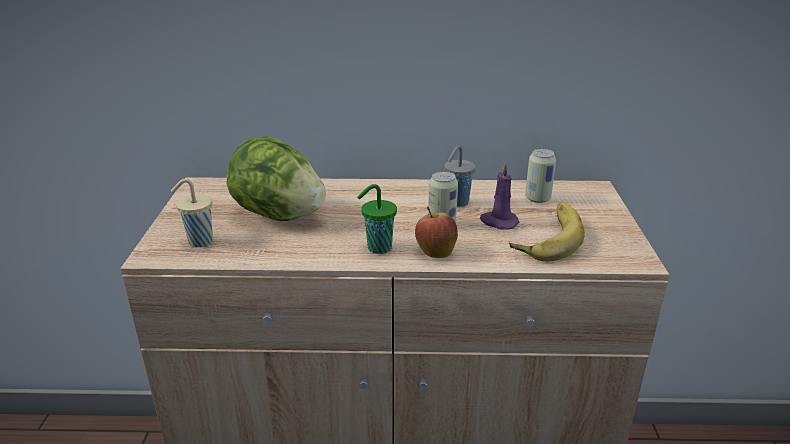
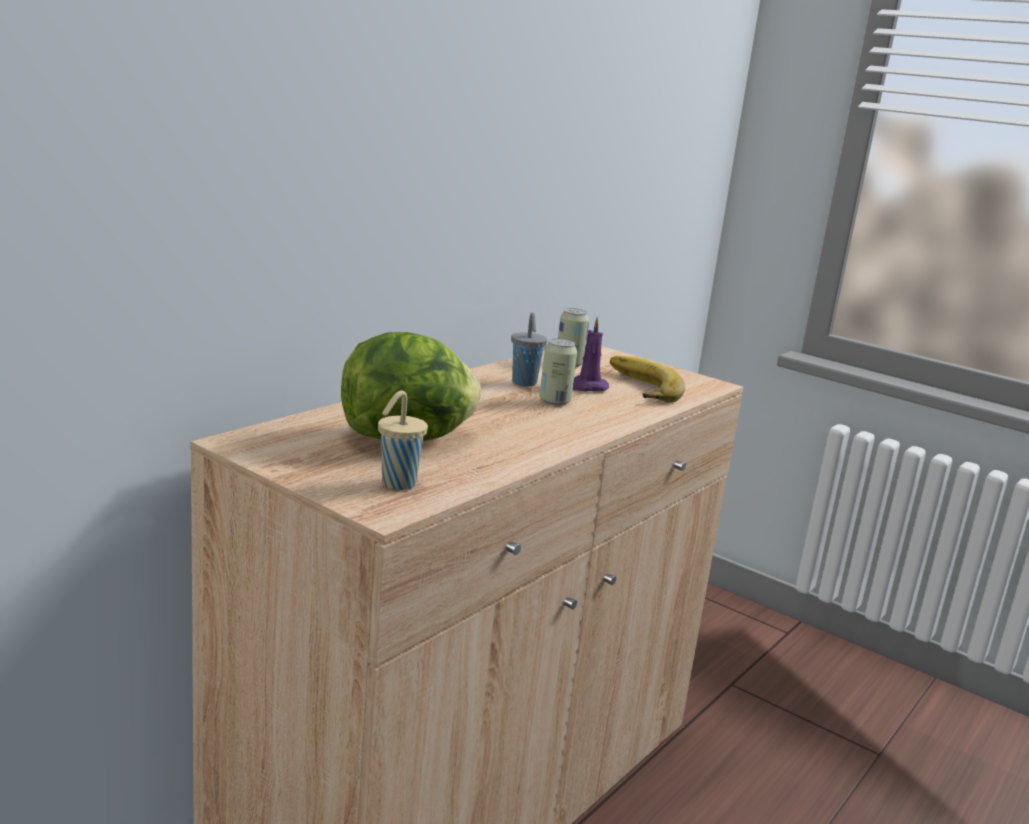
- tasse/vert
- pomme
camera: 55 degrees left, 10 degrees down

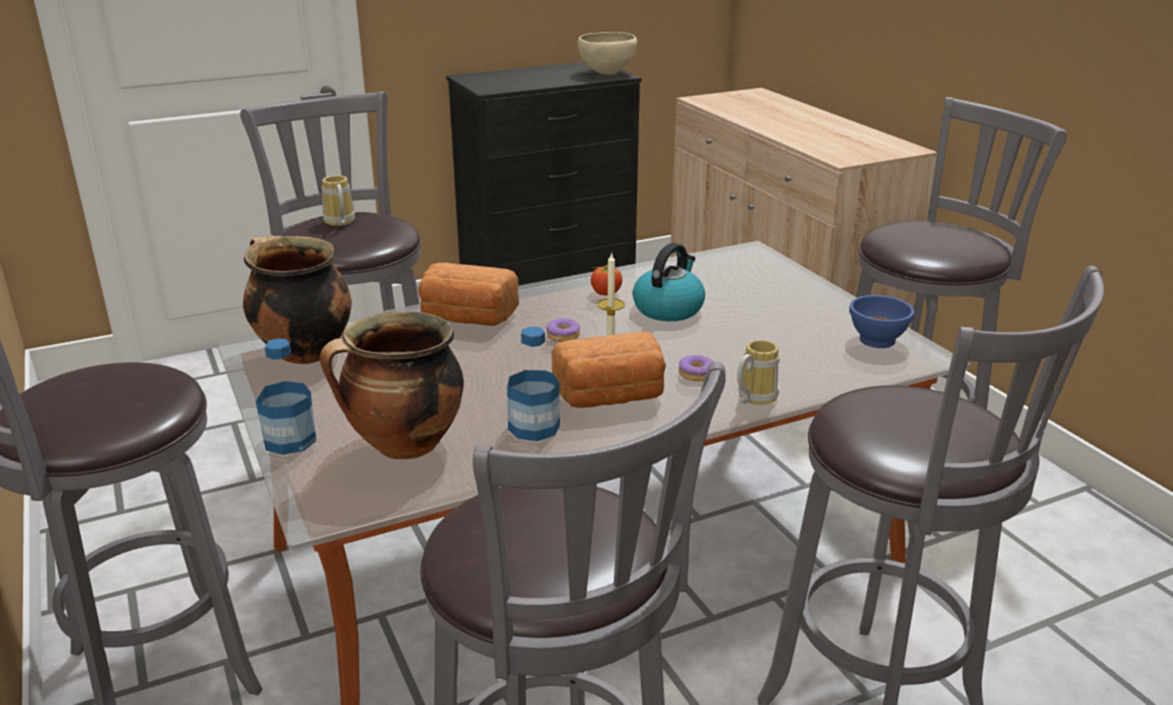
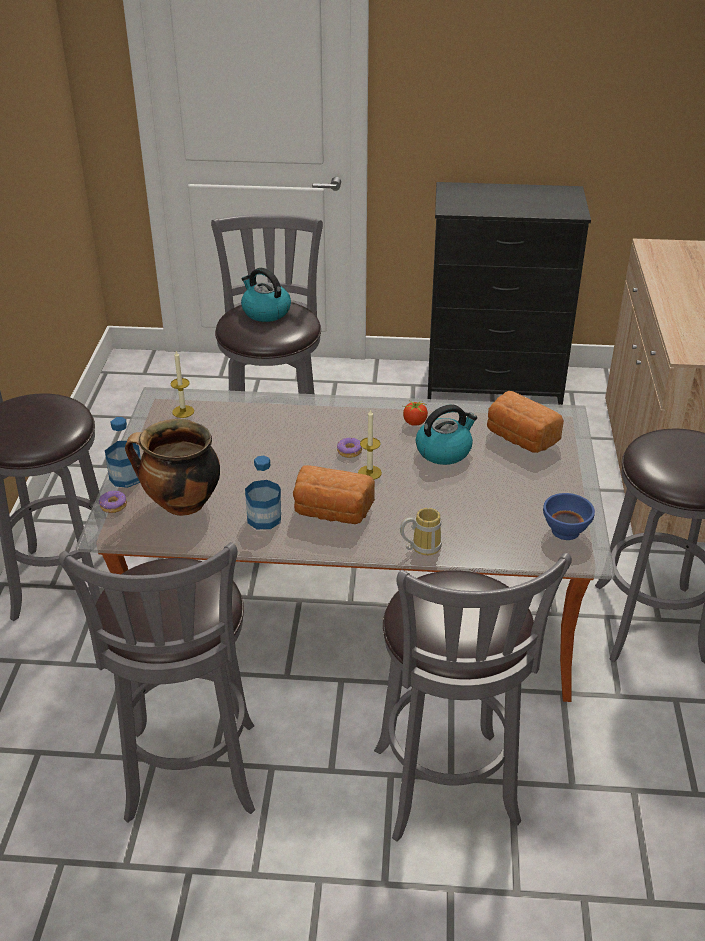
- bol/beige
~ pain (no. 1 from left in the first image) to pain (no. 2 from left)
~ beignet (no. 2 from left in the first image) to beignet (no. 1 from left)
~ marmite (no. 1 from left) to bougie (no. 1 from left)
~ mug (no. 1 from left) to bouilloire (no. 1 from left)
camera: 30 degrees right, 10 degrees up

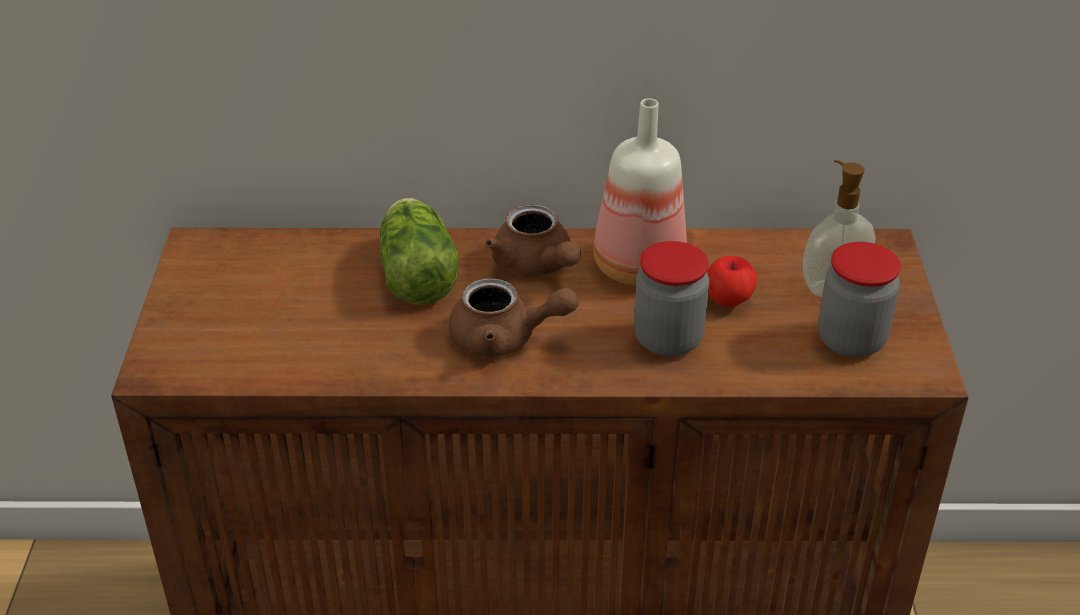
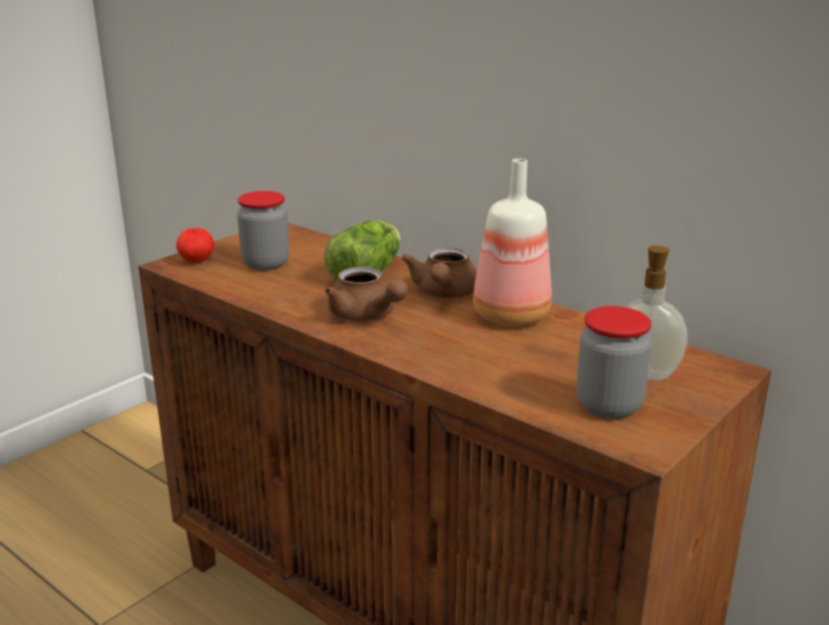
~ bocal (no. 1 from left)
~ pomme
camera: 40 degrees right, 15 degrees down

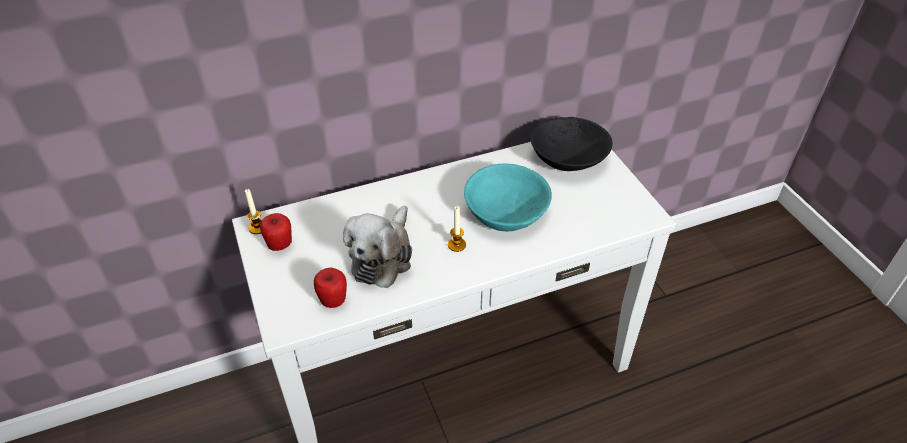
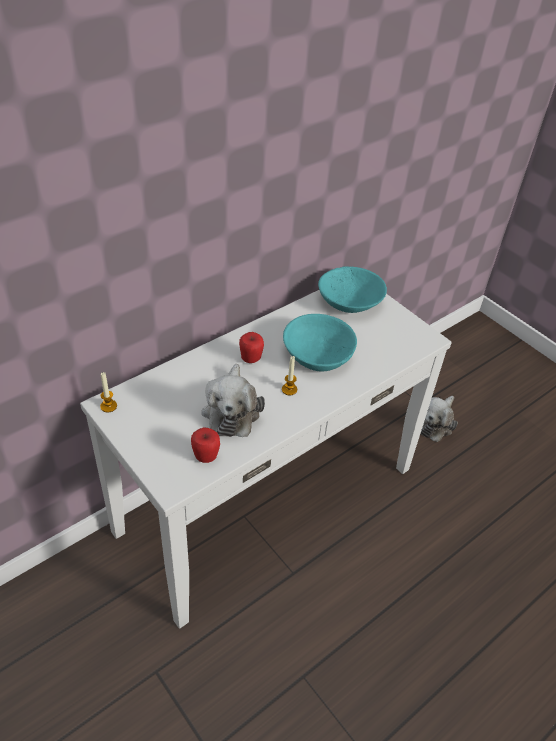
+ peluche (no. 2 from left)
~ pomme (no. 1 from left in the first image) to pomme (no. 2 from left)
~ bol/noir to bol/turquoise (no. 2 from left)
camera: 20 degrees left, 0 degrees up

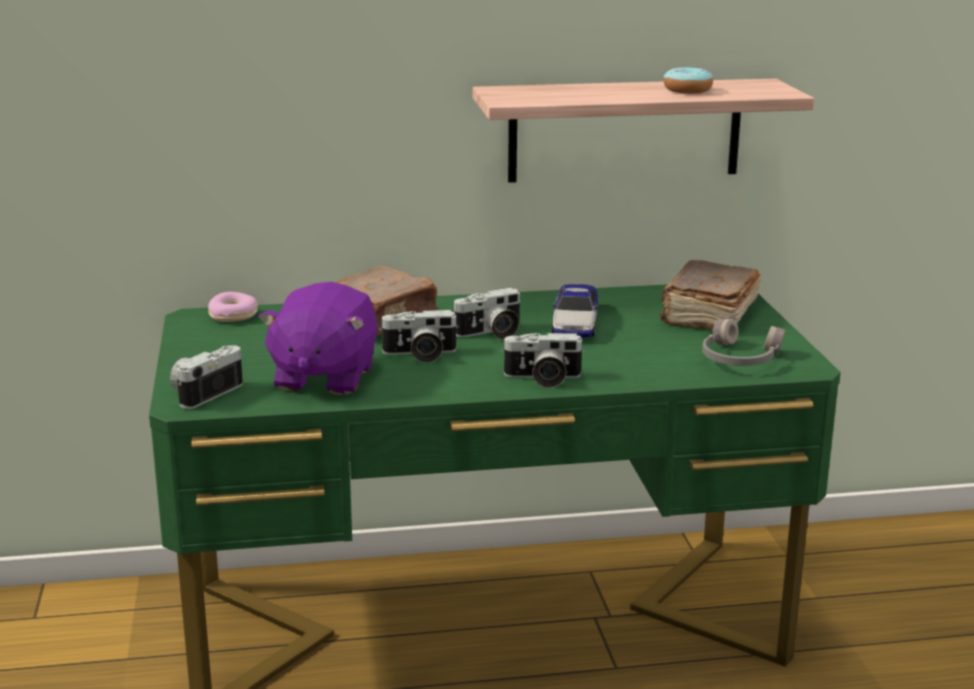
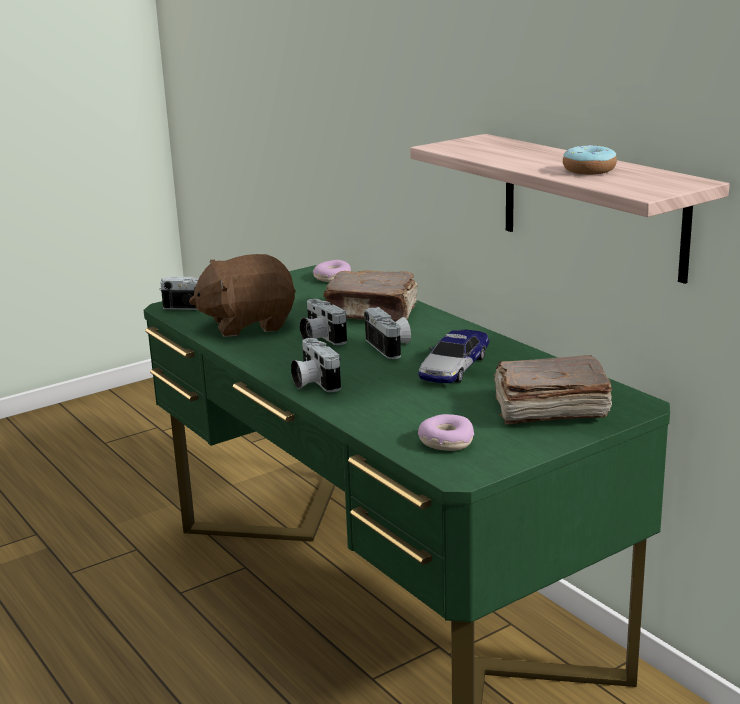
~ casque audio/gris to beignet (no. 2 from left)
~ peluche/violet to peluche/marron
~ appareil photo (no. 3 from left in the first image) 150 degrees counterclockwise
~ petite voiture 45 degrees counterclockwise
camera: 65 degrees right, 0 degrees up

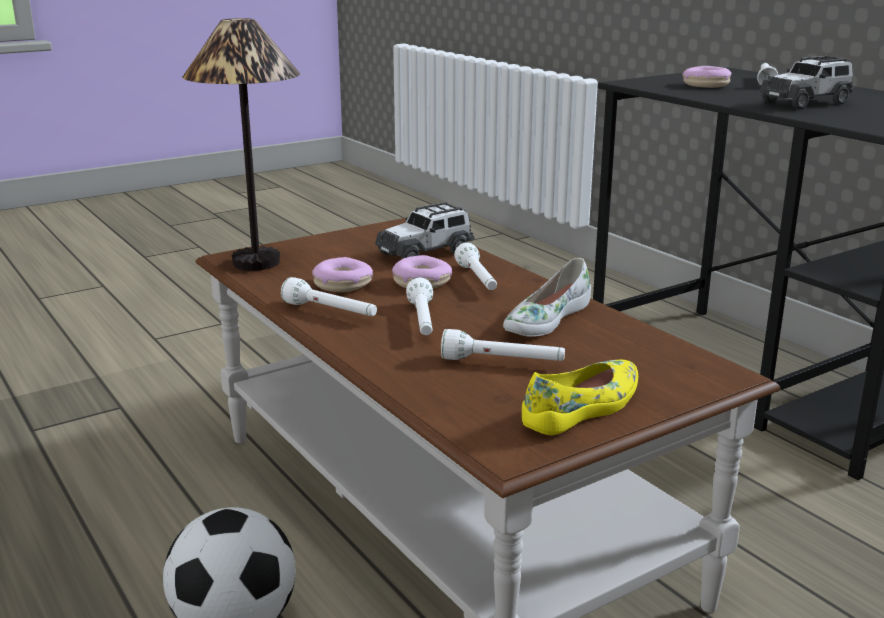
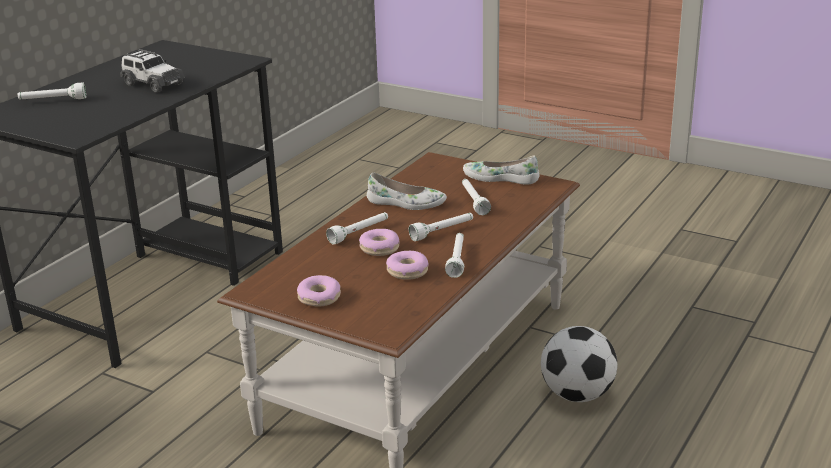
- lampe de table
- petite voiture (no. 1 from left)
~ beignet (no. 3 from left in the first image) to beignet (no. 1 from left)
~ chaussure/jaune to chaussure/blanc (no. 2 from left)
camera: 115 degrees left, 5 degrees up

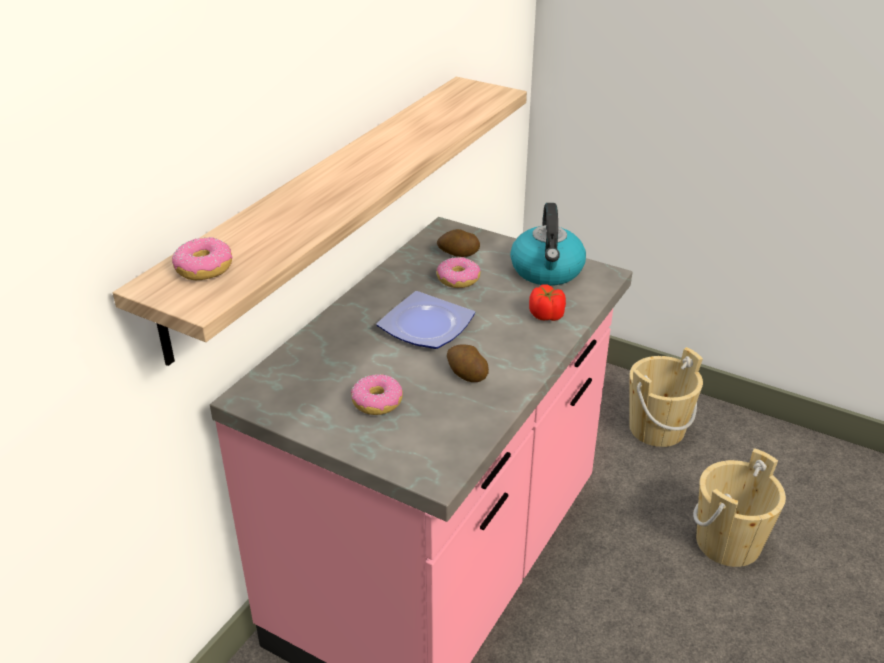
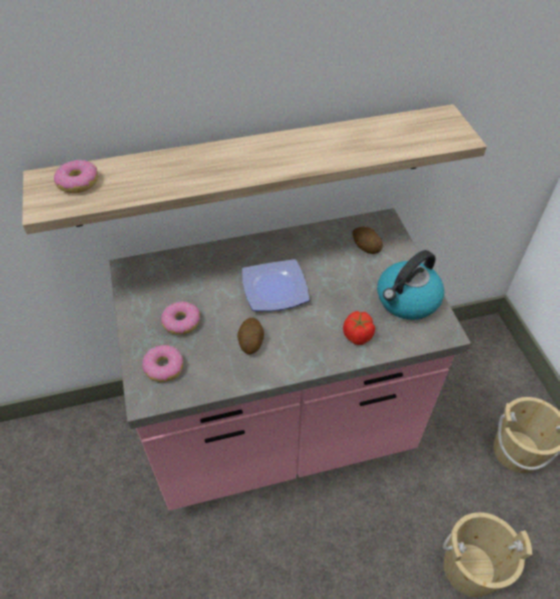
~ beignet (no. 3 from left in the first image) to beignet (no. 2 from left)
camera: 45 degrees right, 15 degrees up

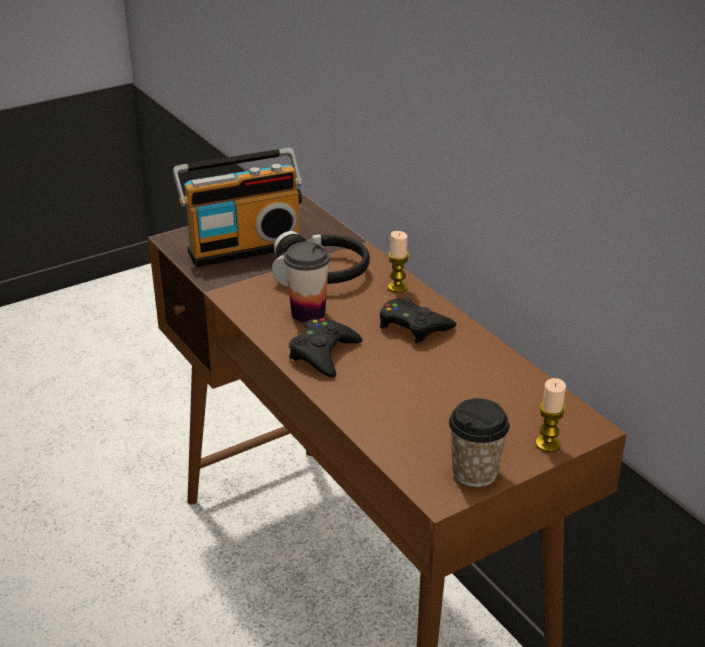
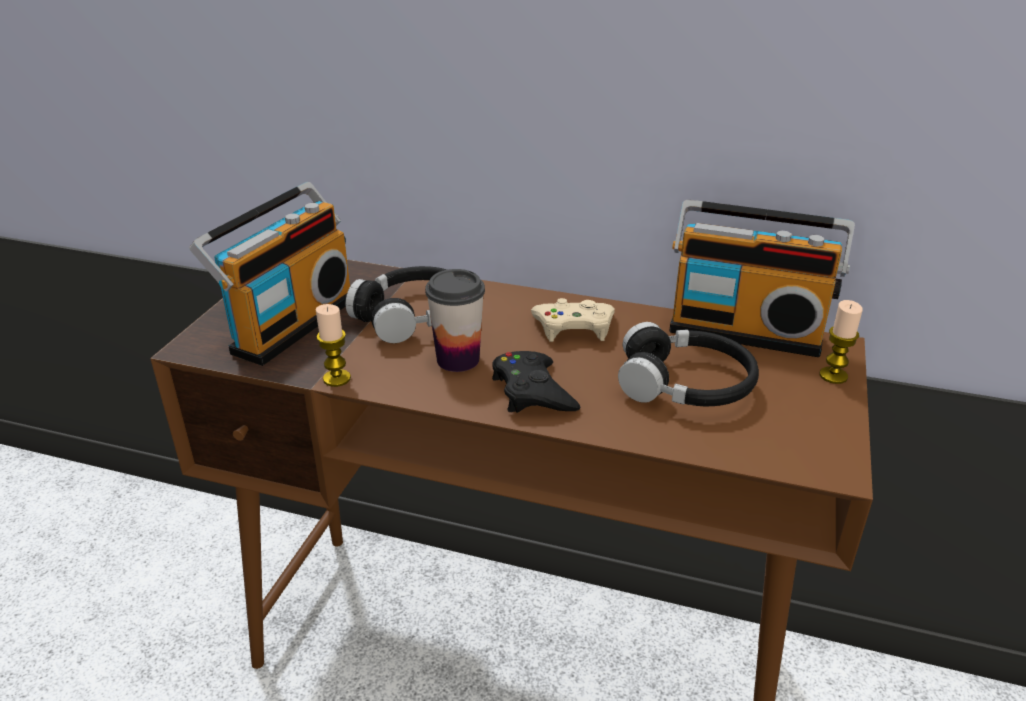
- tasse (no. 2 from left)
+ casque audio/noir (no. 2 from left)
+ radio (no. 2 from left)
~ bougie (no. 1 from left)
~ manette/noir (no. 2 from left) to manette/beige
camera: 40 degrees left, 0 degrees up

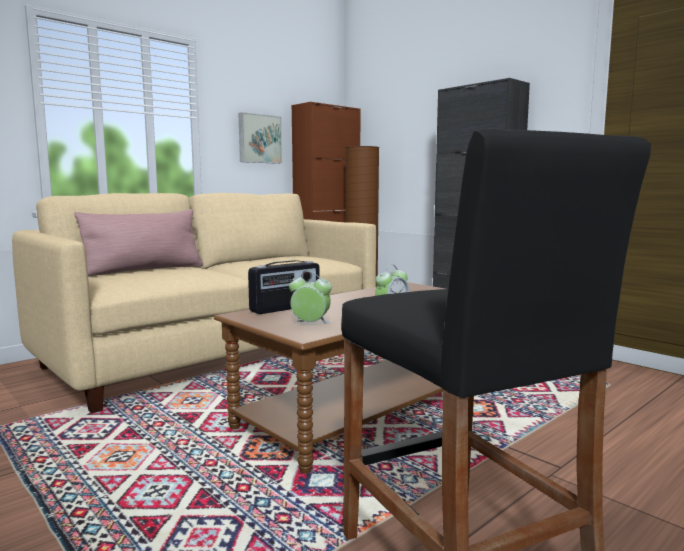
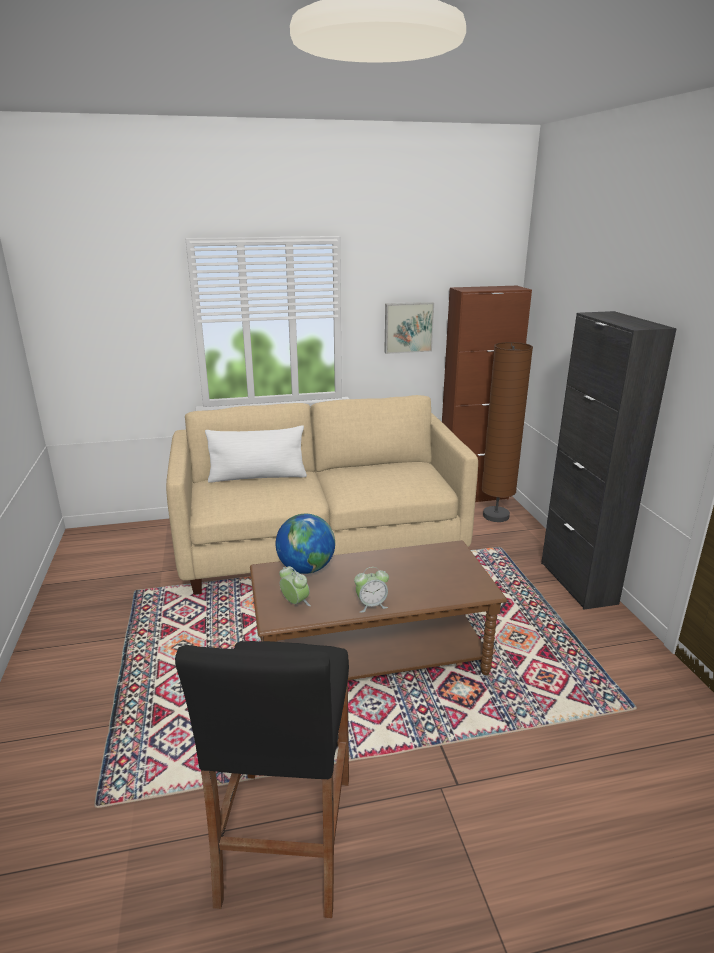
~ radio to globe
~ coussin/rose to coussin/blanc
camera: 30 degrees right, 15 degrees up

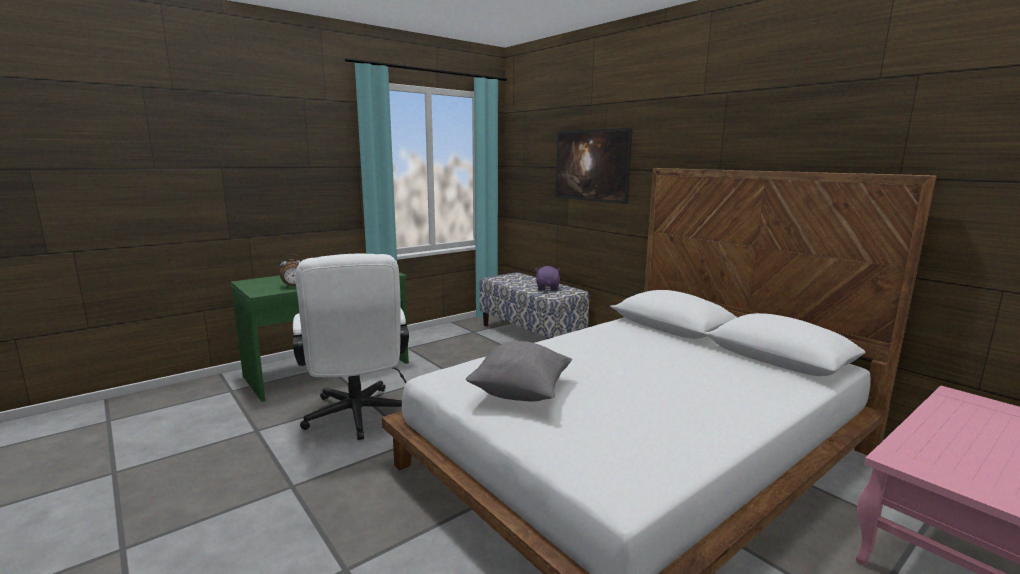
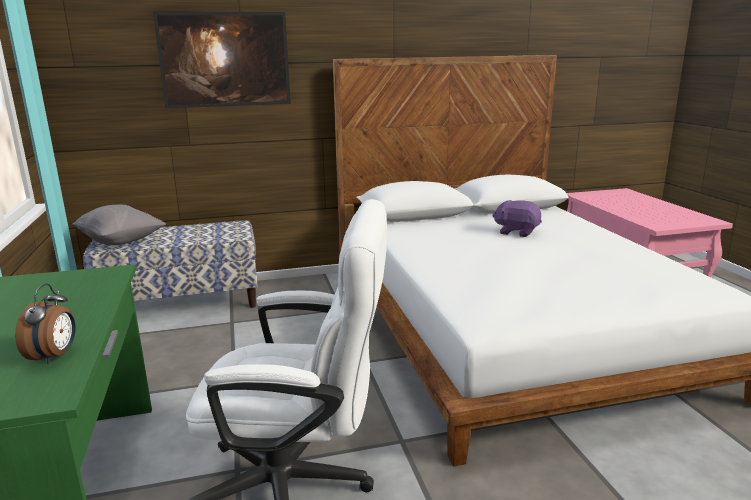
~ coussin/gris
~ peluche/violet
camera: 65 degrees left, 5 degrees up

